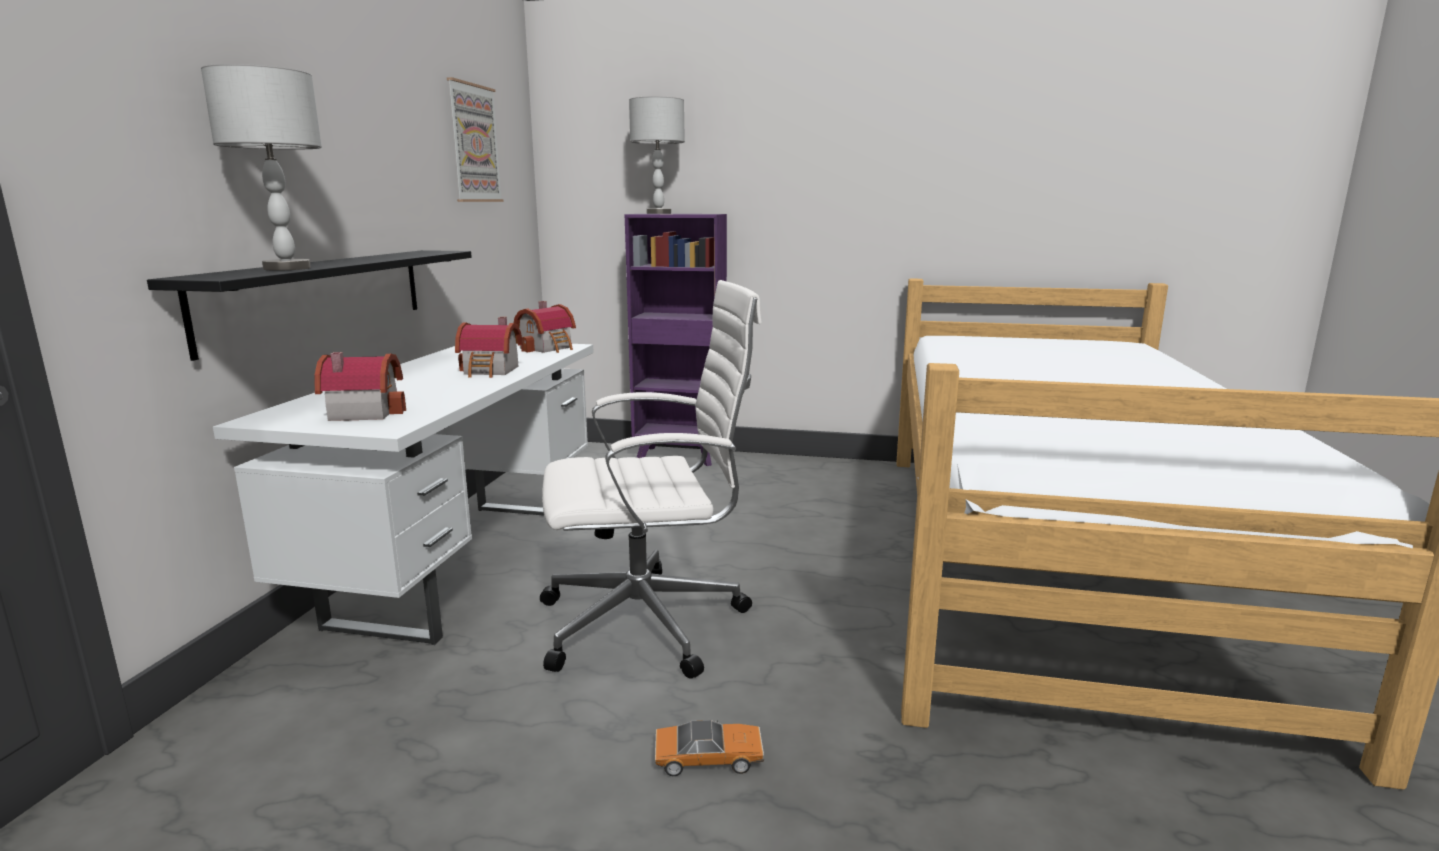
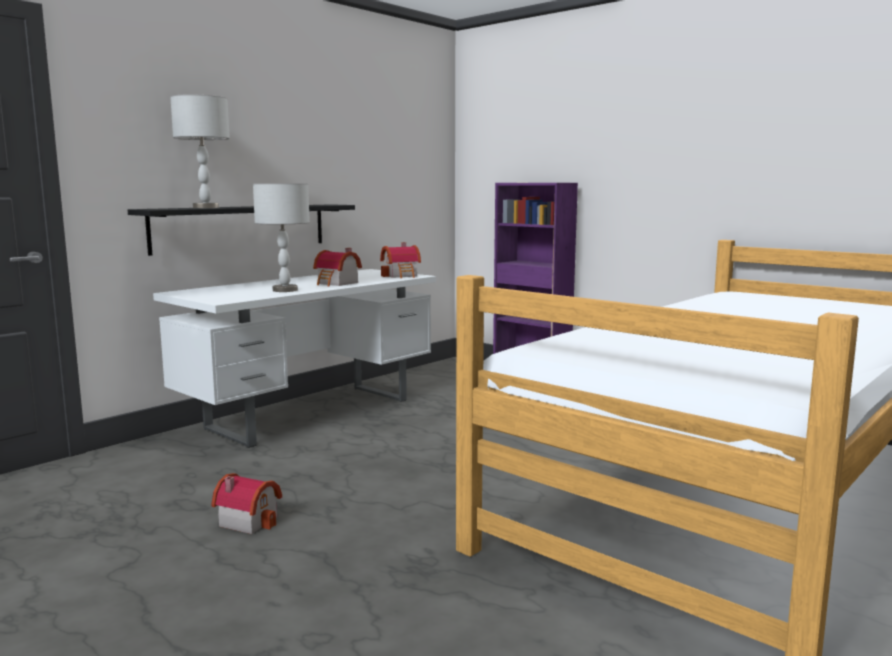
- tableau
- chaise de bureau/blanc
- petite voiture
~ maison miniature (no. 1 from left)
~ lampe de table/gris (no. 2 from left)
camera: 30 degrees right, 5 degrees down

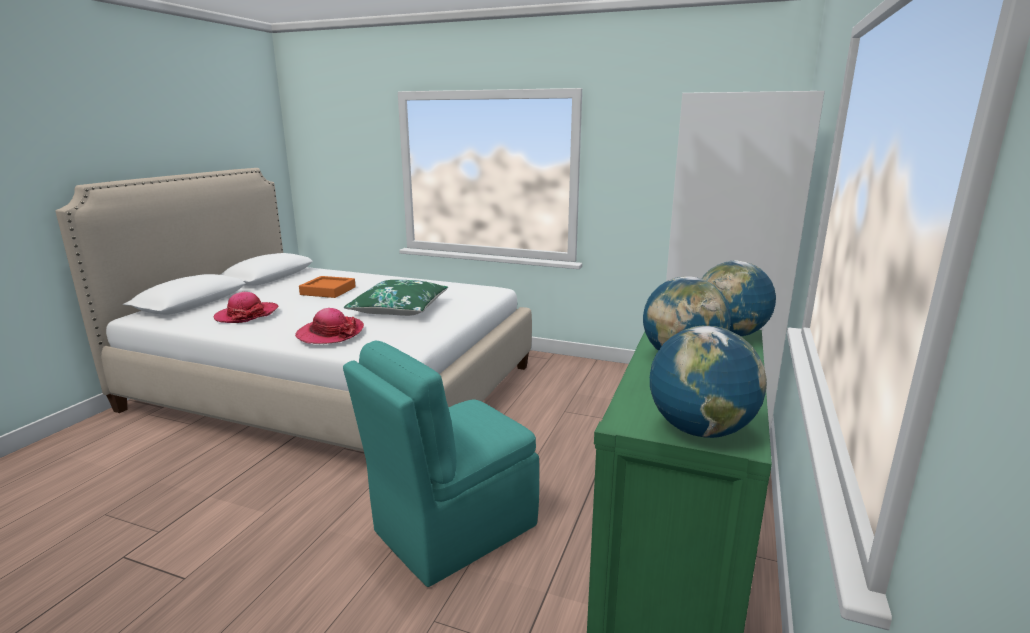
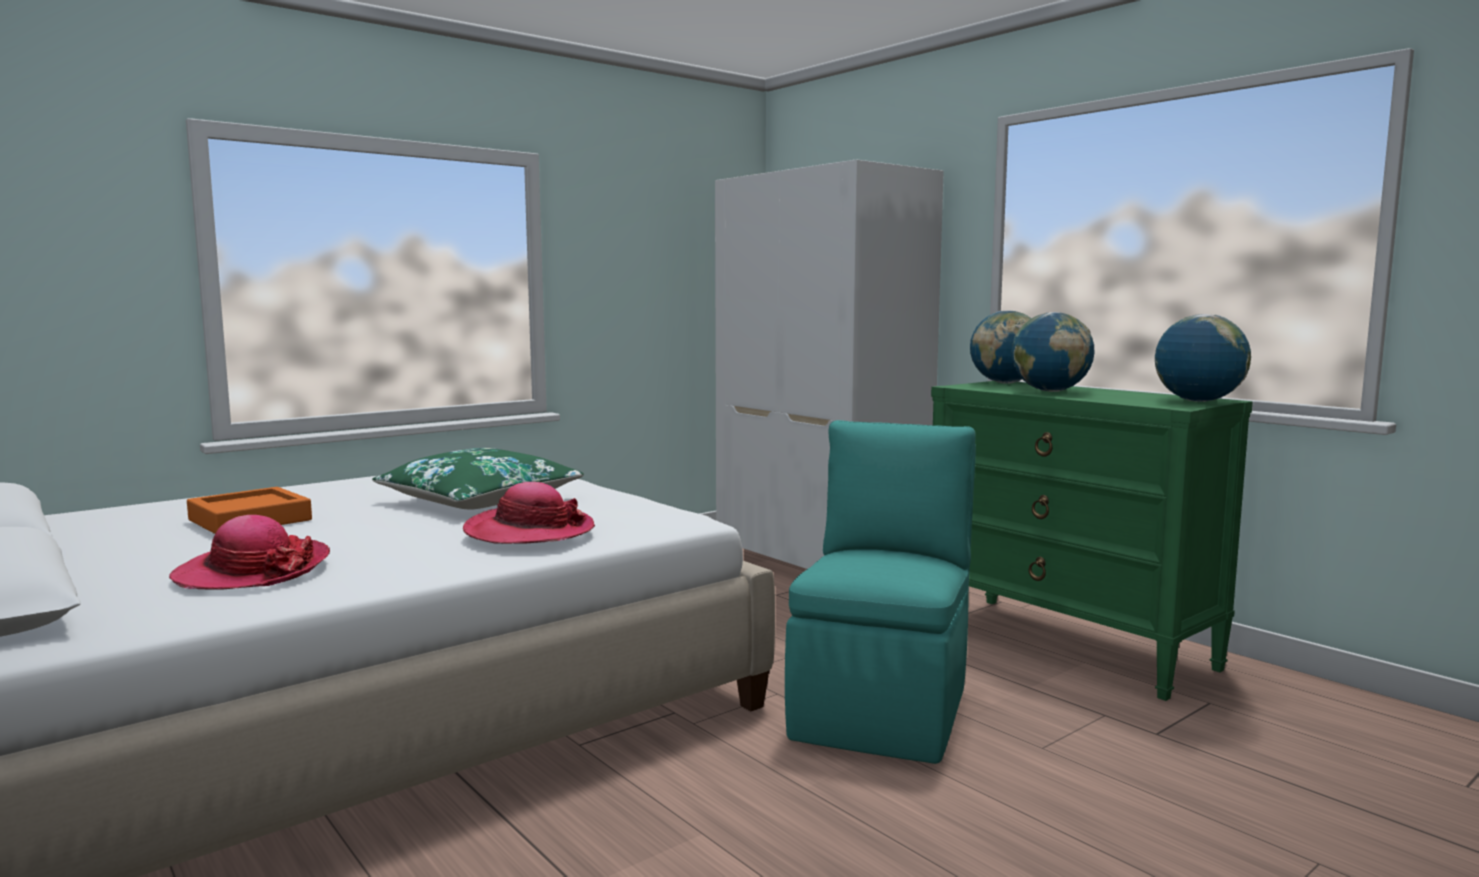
~ chaise/turquoise 150 degrees counterclockwise
camera: 60 degrees left, 10 degrees down

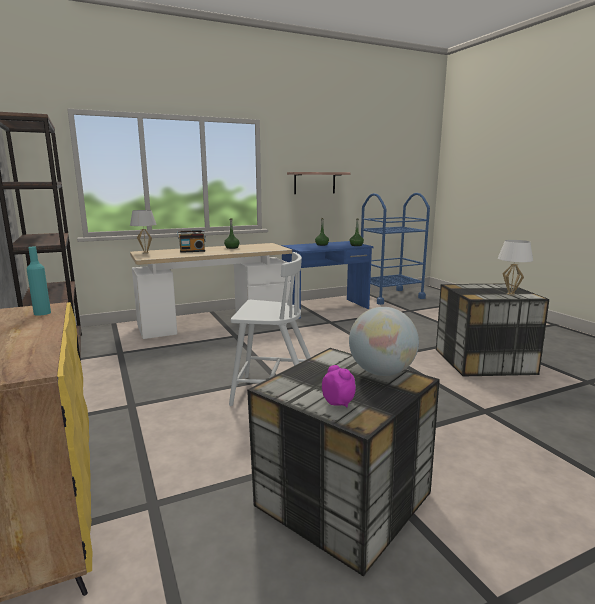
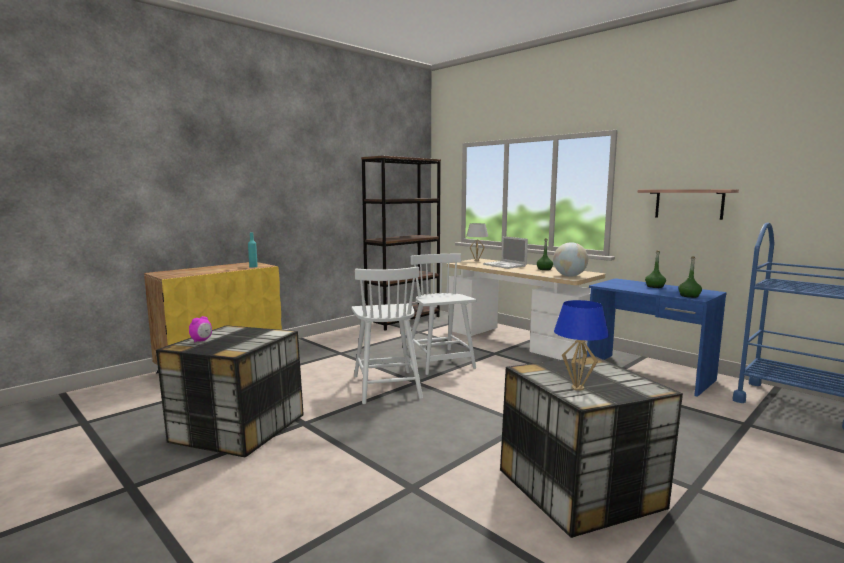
+ chaise/blanc (no. 2 from left)
~ globe
~ radio to ordinateur portable
~ lampe de table/blanc (no. 2 from left) to lampe de table/bleu
camera: 70 degrees right, 5 degrees down

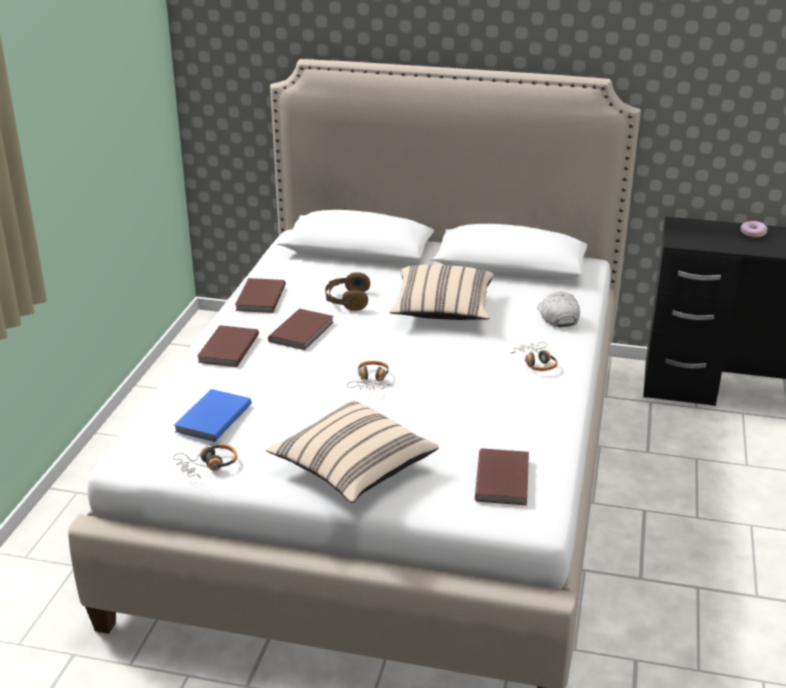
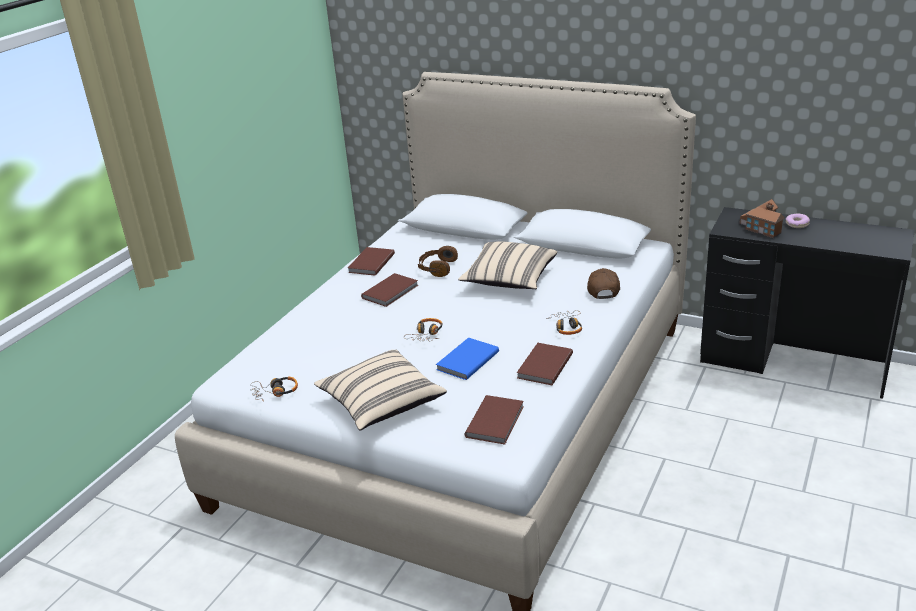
+ maison miniature
~ livre/bleu
~ livre/marron (no. 1 from left in the first image) to livre/marron (no. 4 from left)
~ casquette/blanc to casquette/marron
camera: 15 degrees right, 0 degrees up

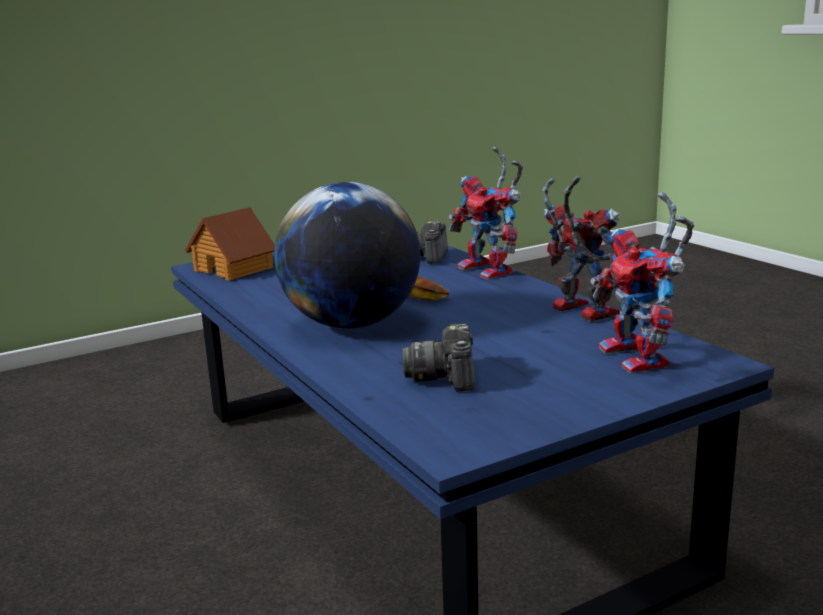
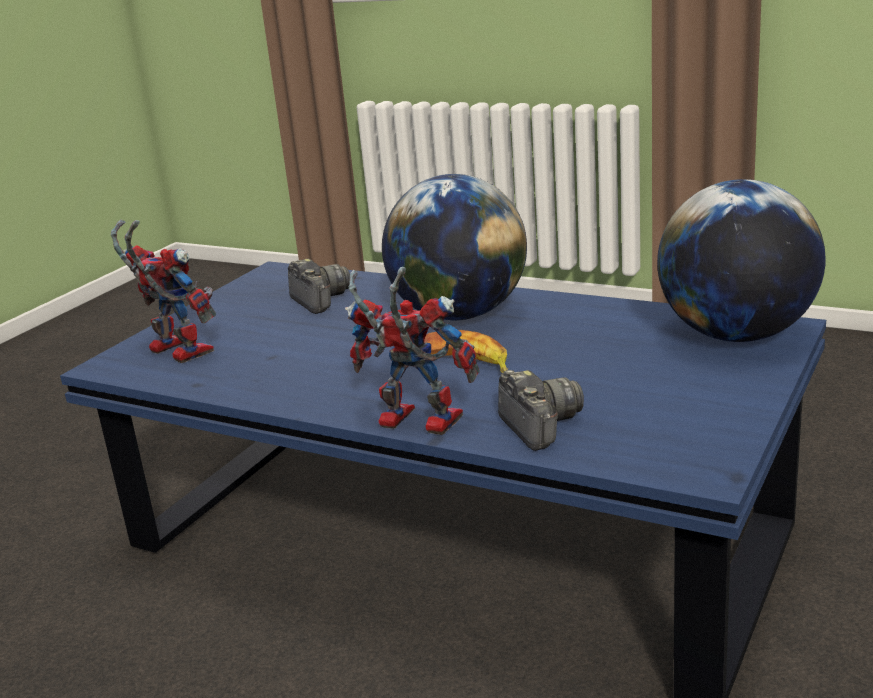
- robot jouet (no. 2 from left)
~ maison miniature to globe (no. 2 from left)
camera: 150 degrees right, 5 degrees up

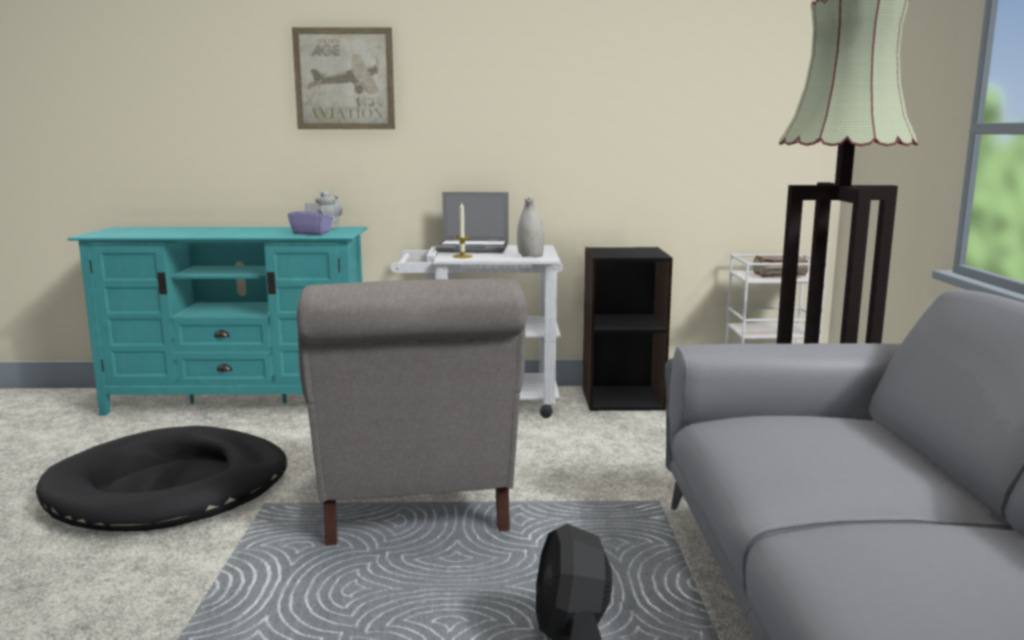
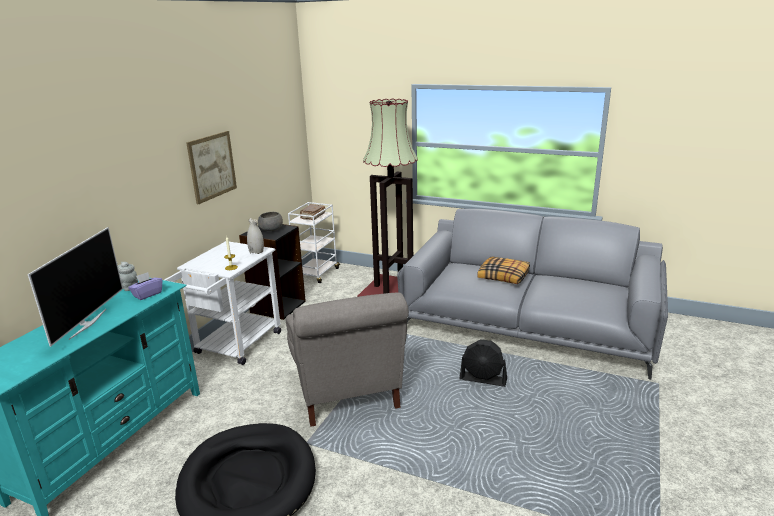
- ordinateur portable
+ téléviseur
+ bol/gris
+ coussin
~ tableau
~ fauteuil/gris 60 degrees clockwise
camera: 65 degrees left, 10 degrees up

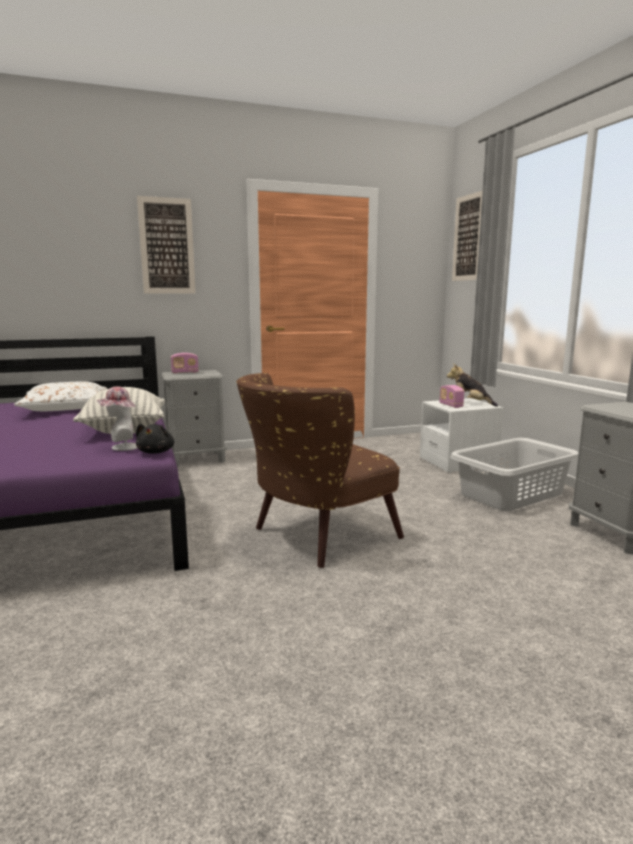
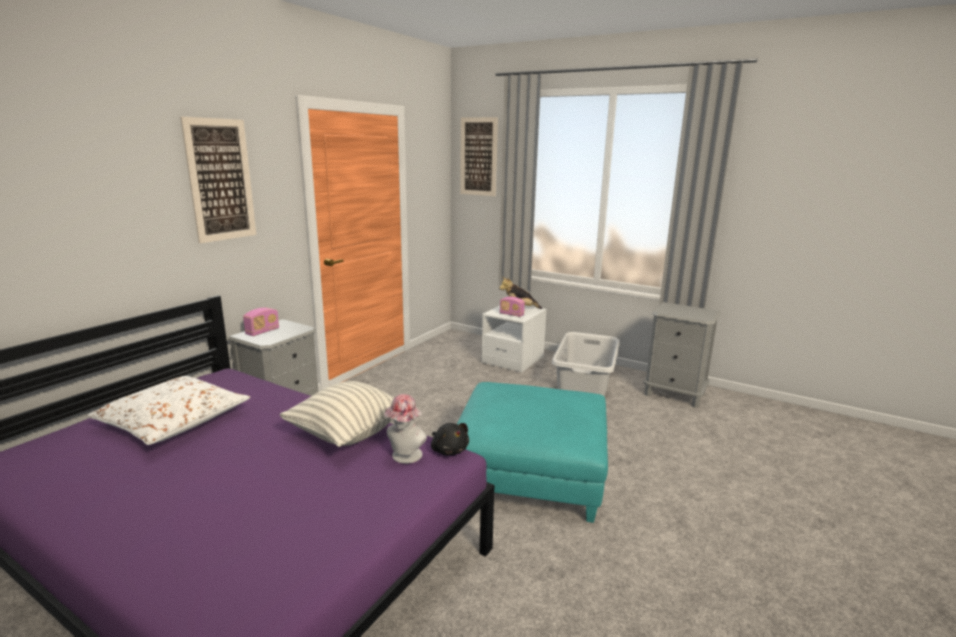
~ fauteuil/marron to pouf/turquoise
camera: 40 degrees left, 5 degrees up

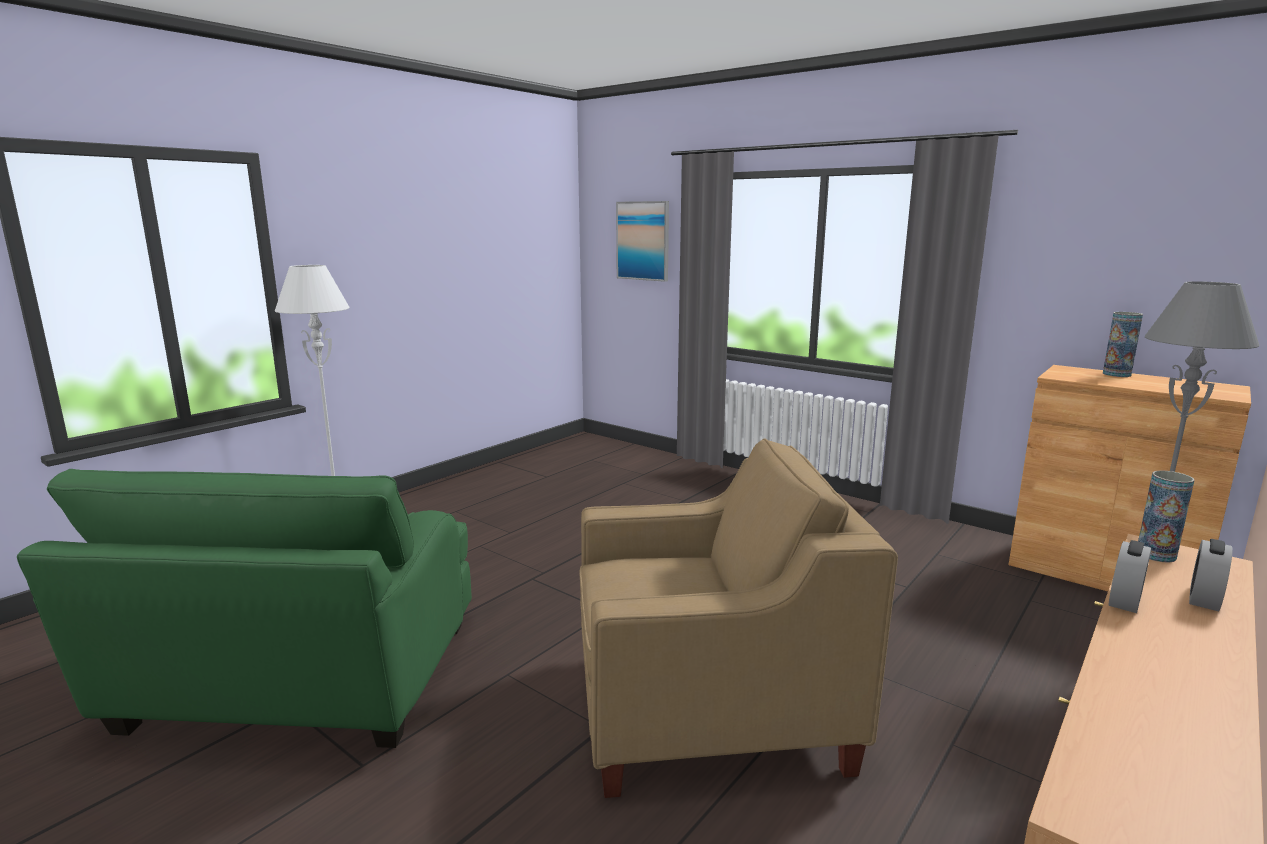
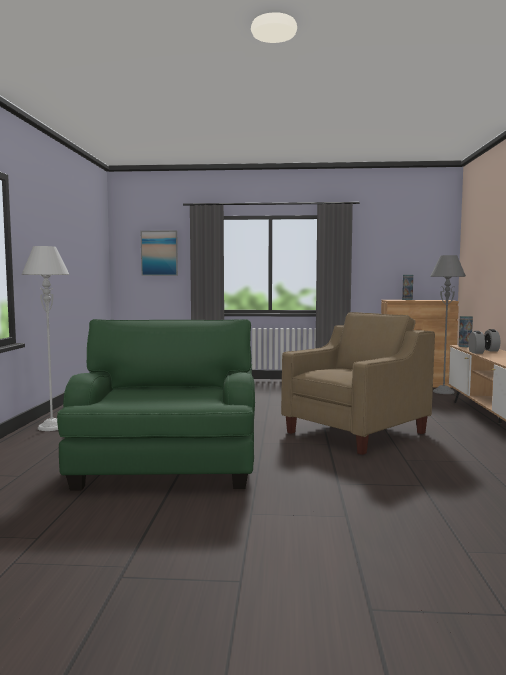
~ fauteuil/vert 150 degrees counterclockwise
camera: 35 degrees left, 10 degrees down

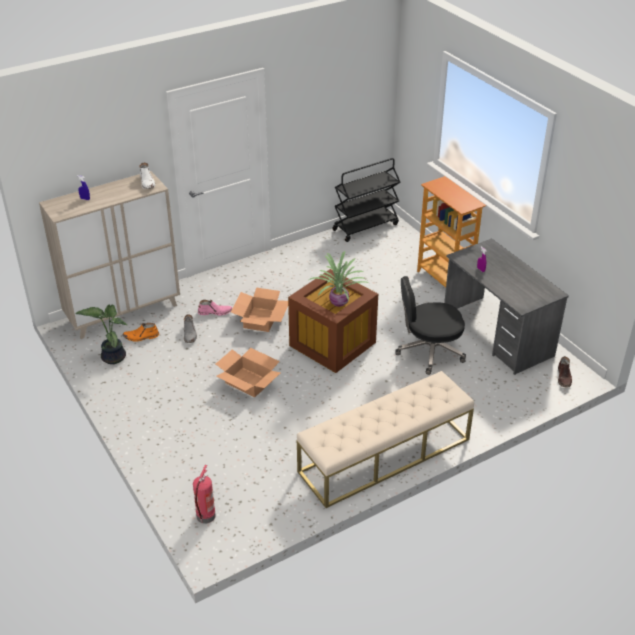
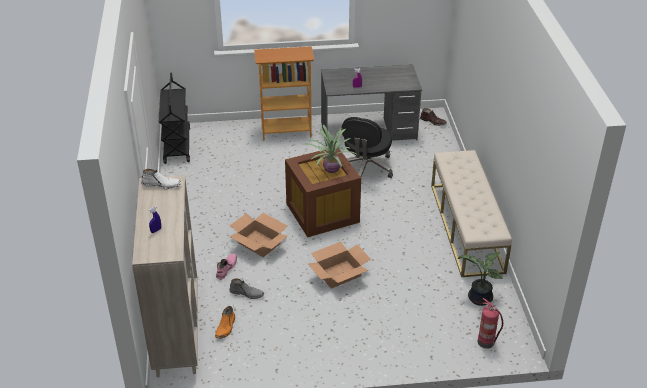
~ plante en pot (no. 1 from left in the first image) to plante en pot (no. 2 from left)
camera: 65 degrees left, 0 degrees up

